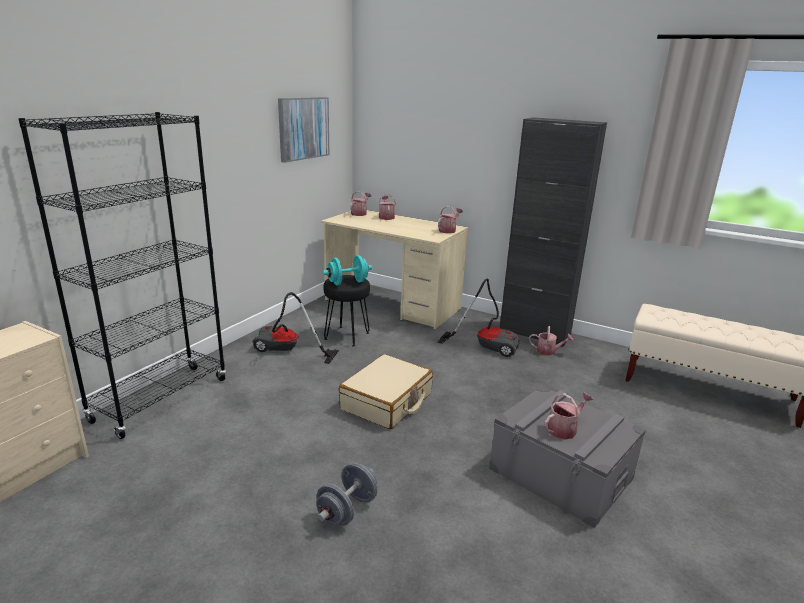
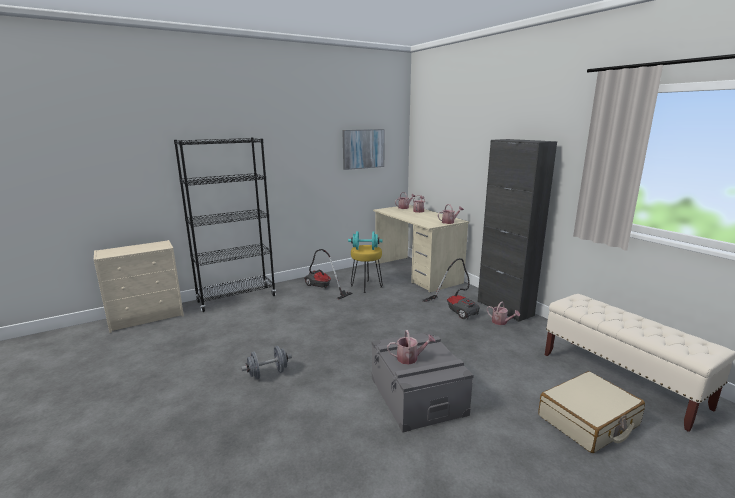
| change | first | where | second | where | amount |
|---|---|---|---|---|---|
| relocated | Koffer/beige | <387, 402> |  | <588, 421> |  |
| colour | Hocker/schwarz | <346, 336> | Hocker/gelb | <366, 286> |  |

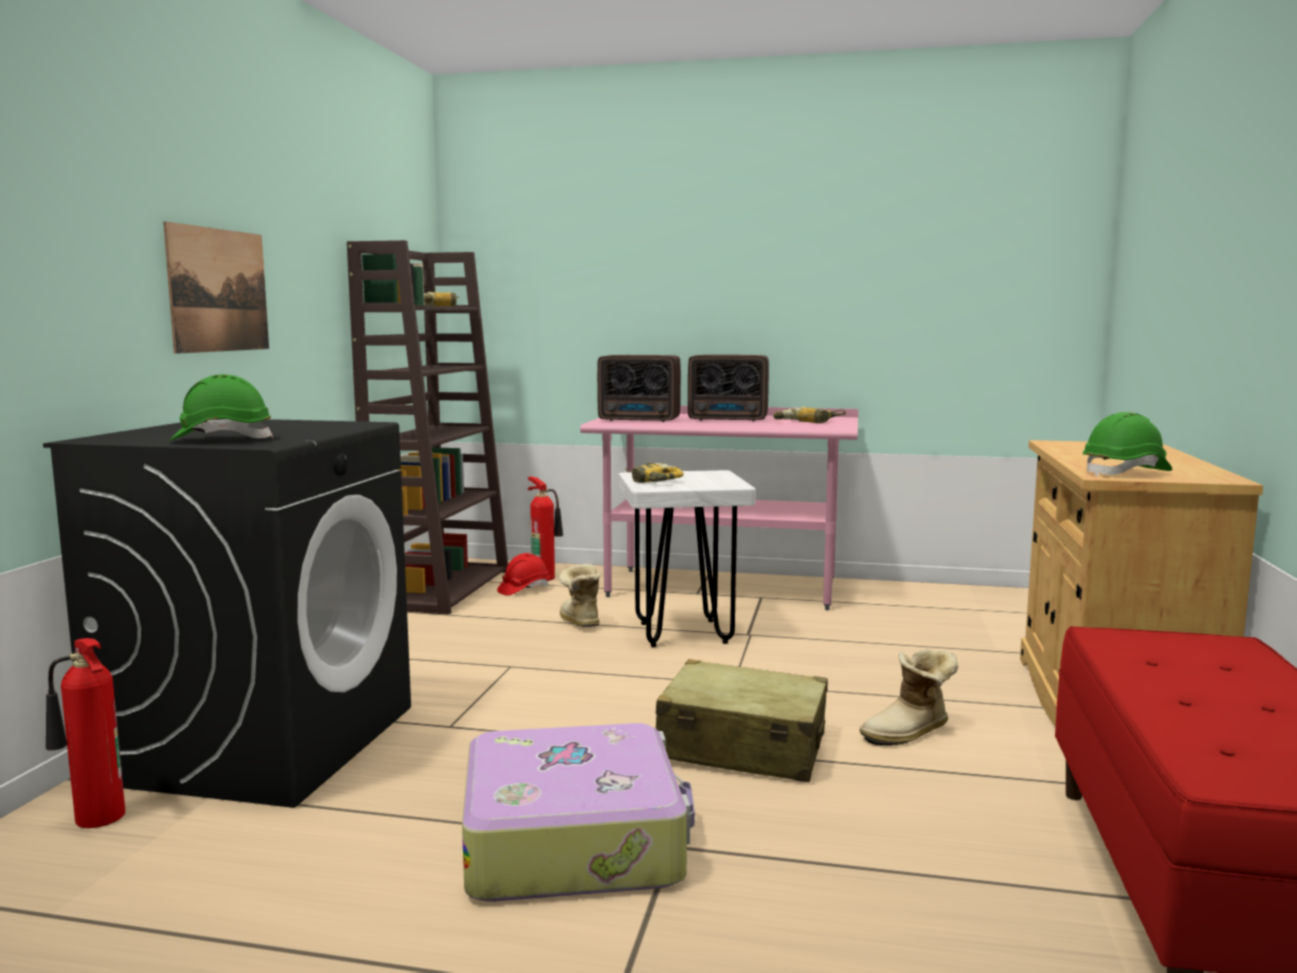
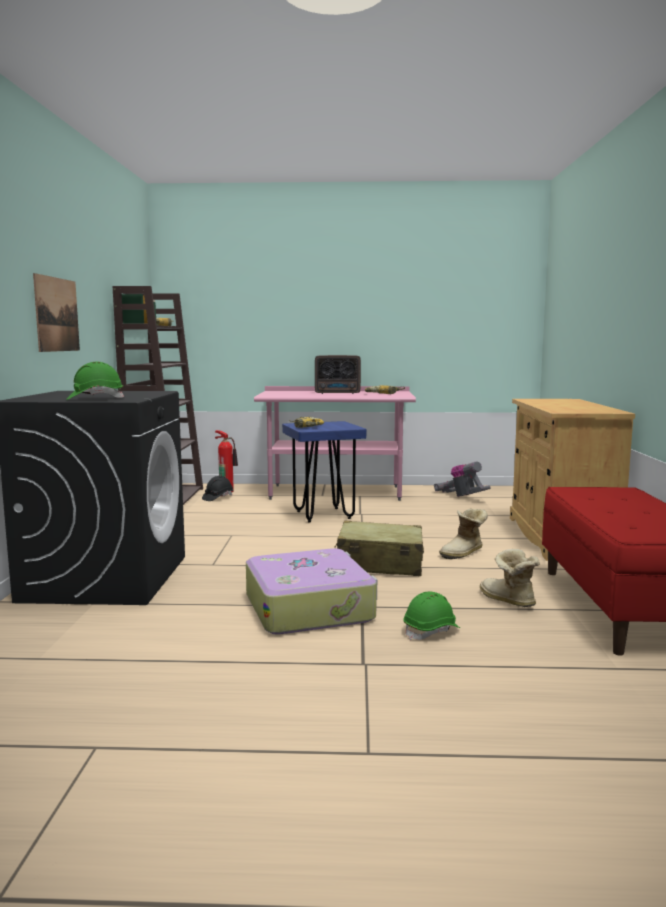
| change | first | where | second | where | amount |
|---|---|---|---|---|---|
| missing | Feuerlöscher | <96, 820> |  |  |  |
| missing | Radio | <641, 420> |  |  |  |
| appeared |  |  | Staubsauger | <461, 497> |  |
| relocated | Stiefel | <578, 622> |  | <506, 601> |  |
| relocated | Schutzhelm/grün | <1126, 473> |  | <431, 631> |  |
| colour | Schutzhelm/rot | <524, 589> | Schutzhelm/schwarz | <217, 498> |  |
| colour | Hocker/weiß | <682, 633> | Hocker/blau | <323, 515> |  |

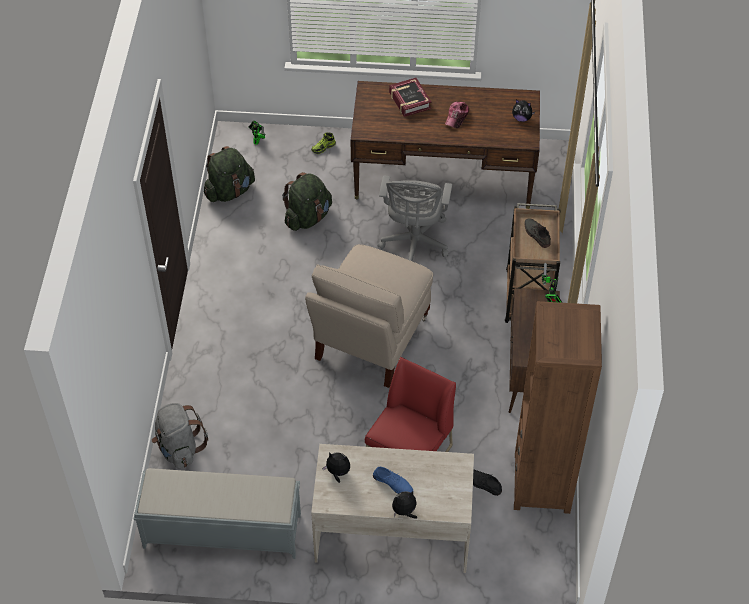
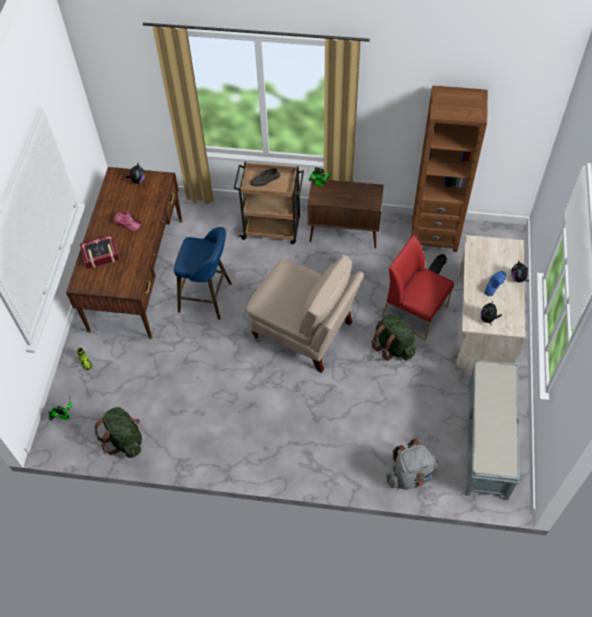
| change | first | where | second | where | amount |
|---|---|---|---|---|---|
| relocated | Rucksack/grün | <308, 217> |  | <393, 346> |  |
| exchanged | Bürostuhl/grau | <414, 244> | Hocker/blau | <208, 298> |  |

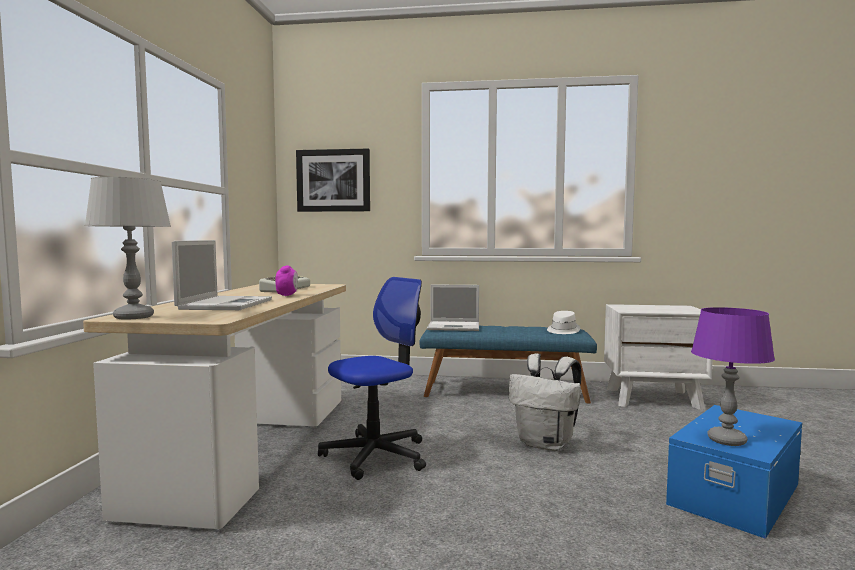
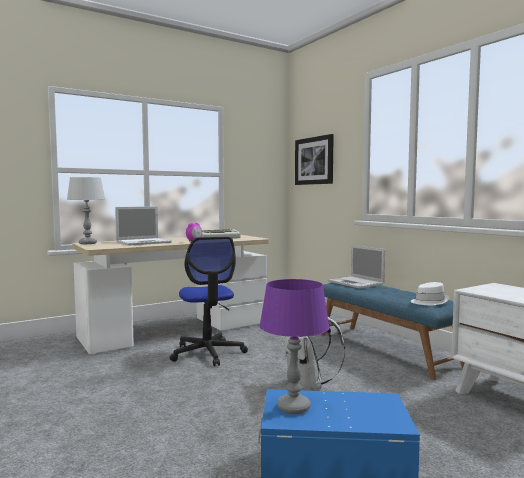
| change | first | where | second | where | amount |
|---|---|---|---|---|---|
| spun | Bürostuhl | <376, 455> |  | <208, 353> | 60 degrees clockwise |

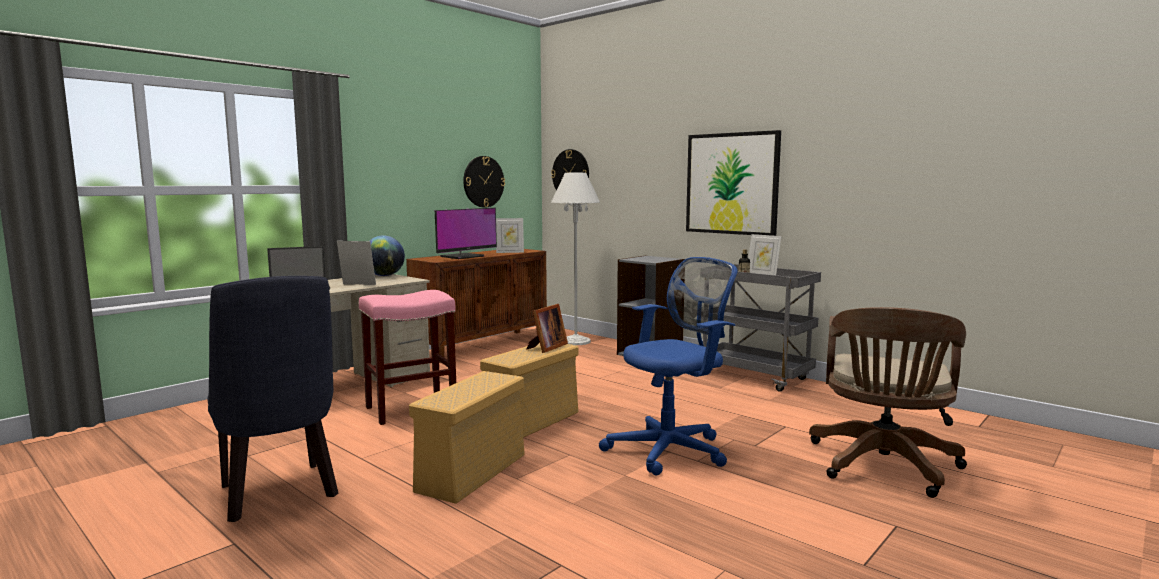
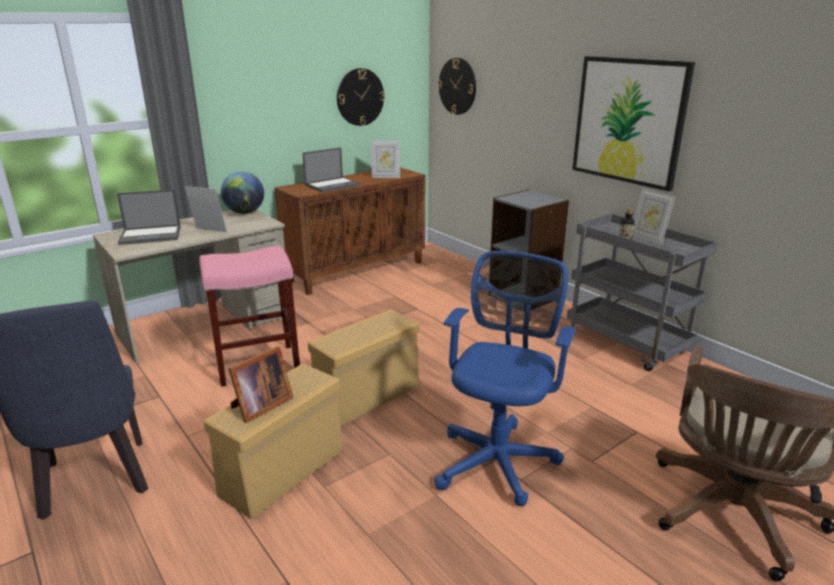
| change | first | where | second | where | amount |
|---|---|---|---|---|---|
| missing | Stehlampe/weiß | <575, 341> |  |  |  |
| relocated | Bilderrahmen | <546, 347> |  | <260, 406> |  |
| exchanged | Monitor | <463, 256> | Laptop | <333, 185> |  |
| spun | Bürostuhl/blau | <671, 450> |  | <498, 458> | 45 degrees counterclockwise |

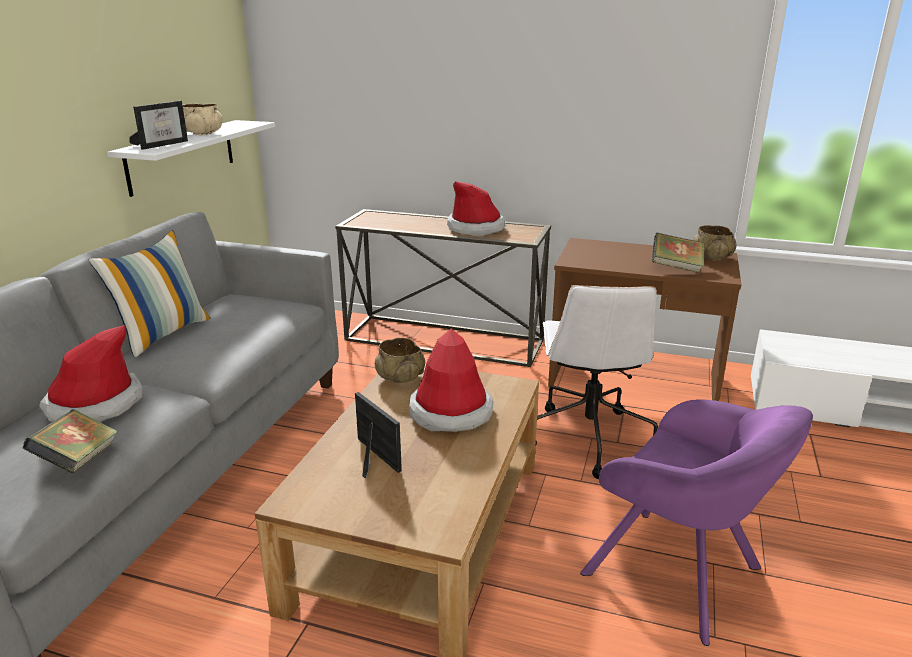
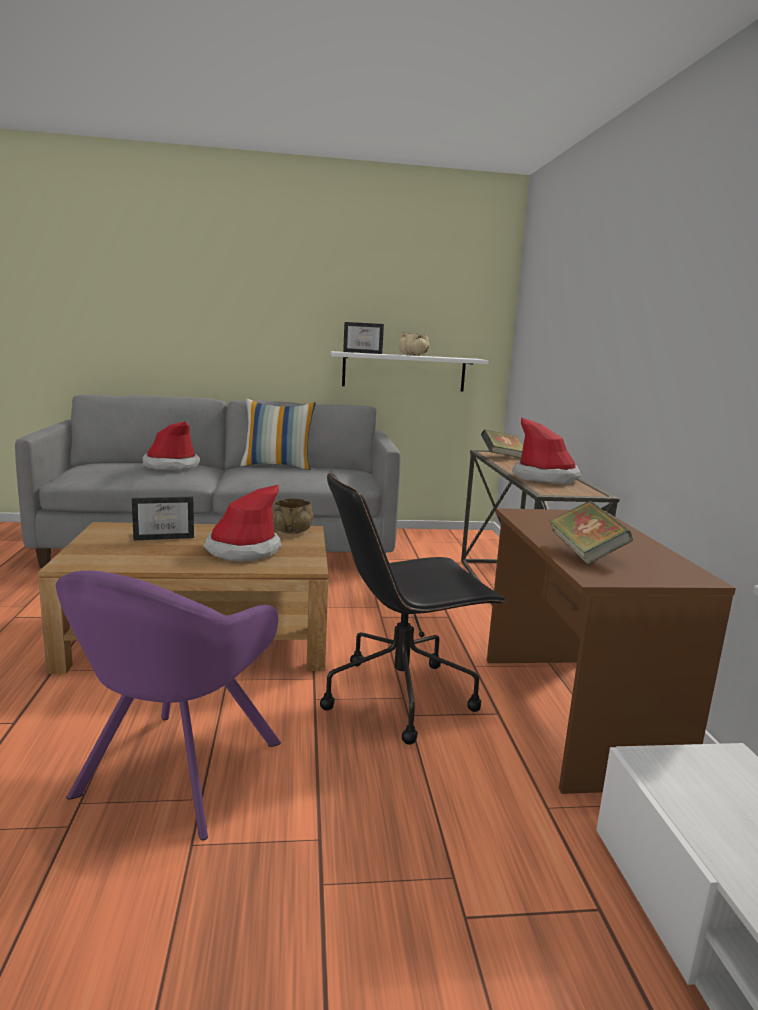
| change | first | where | second | where | amount |
|---|---|---|---|---|---|
| missing | Schüssel/beige | <711, 257> |  |  |  |
| relocated | Buch | <78, 460> |  | <502, 457> |  |
| colour | Bürostuhl/weiß | <588, 437> | Bürostuhl/schwarz | <401, 695> |  |
| spun | Bilderrahmen | <371, 456> |  | <165, 537> | 45 degrees clockwise |

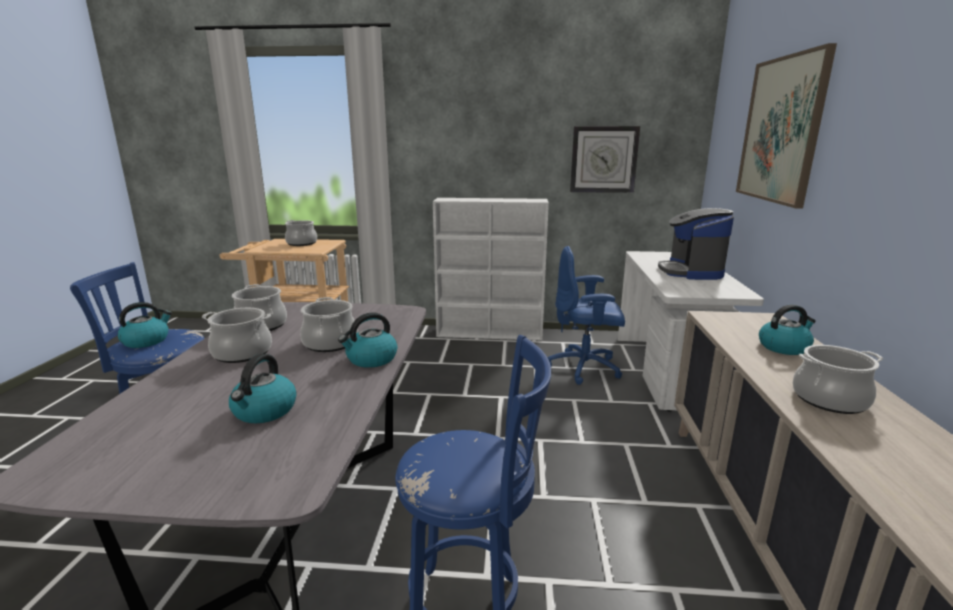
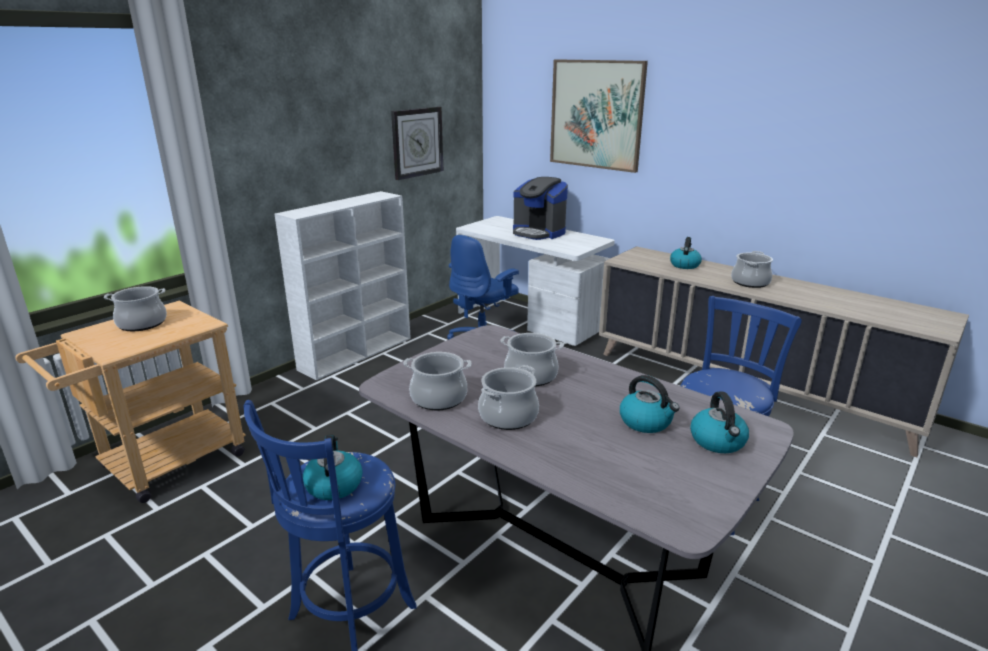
| change | first | where | second | where | amount |
|---|---|---|---|---|---|
| relocated | Wasserkessel | <371, 359> |  | <718, 441> |  |

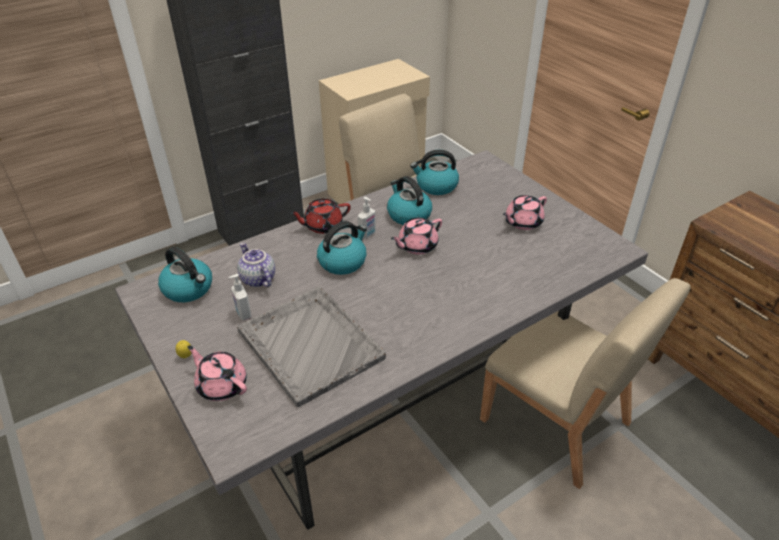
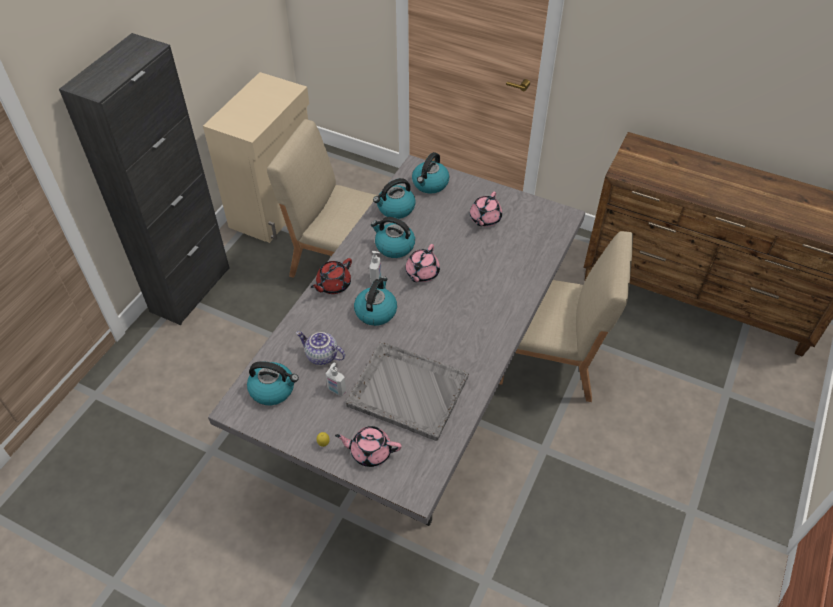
| change | first | where | second | where | amount |
|---|---|---|---|---|---|
| appeared |  |  | Wasserkessel | <430, 184> |  |

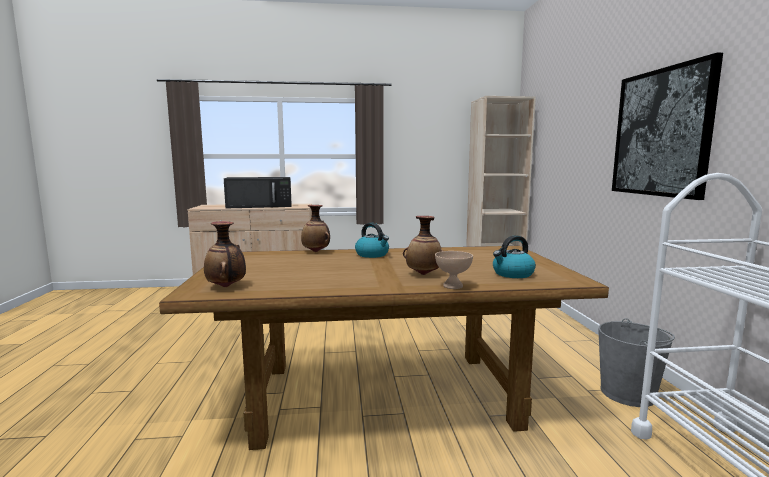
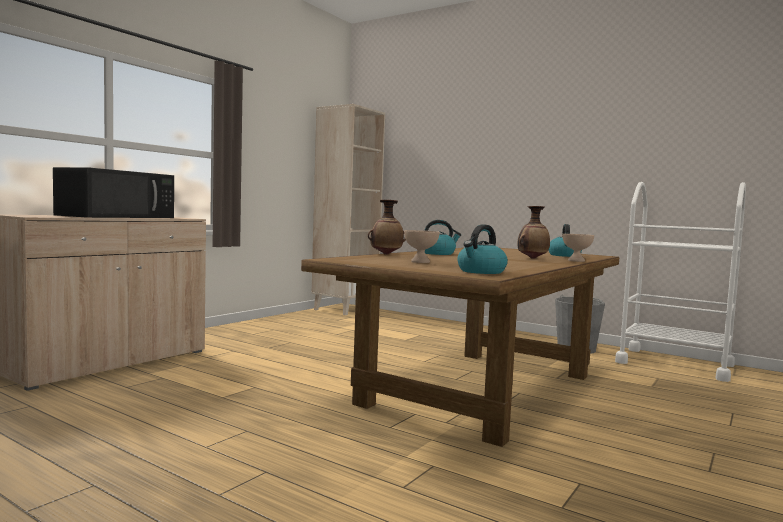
| change | first | where | second | where | amount |
|---|---|---|---|---|---|
| missing | Bild | <661, 133> |  |  |  |
| appeared |  |  | Schüssel/beige | <419, 262> |  |
| exchanged | Vase | <226, 286> | Wasserkessel | <481, 271> |  |

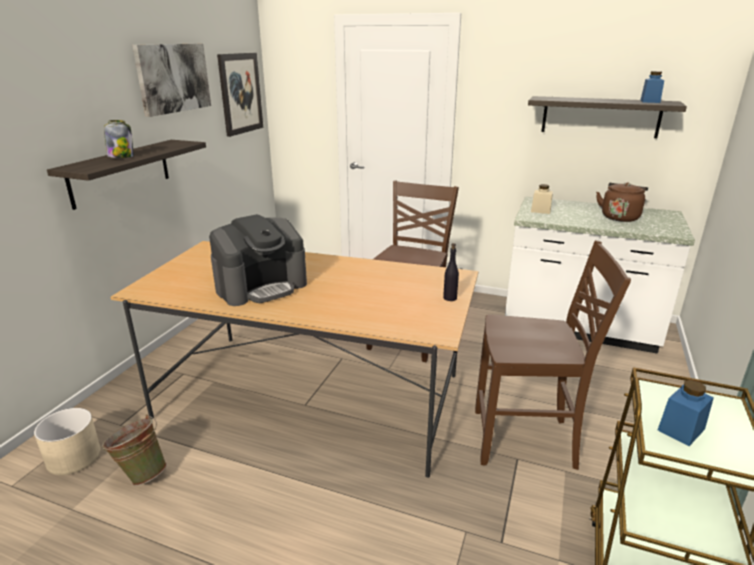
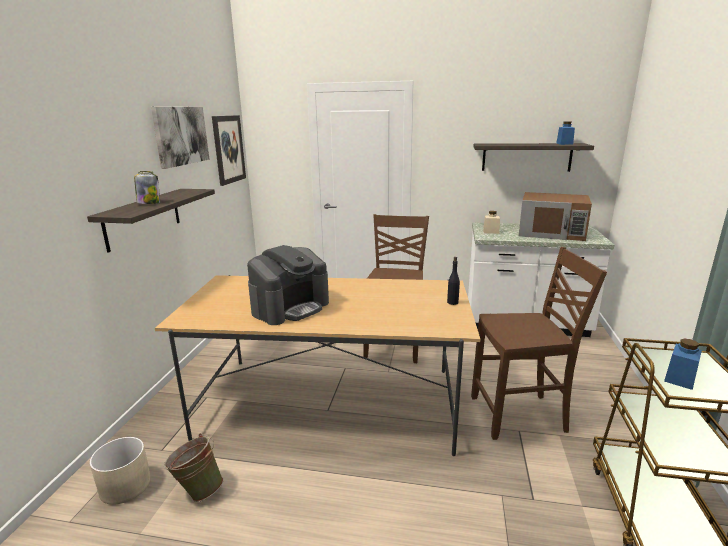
| change | first | where | second | where | amount |
|---|---|---|---|---|---|
| exchanged | Wasserkessel/braun | <620, 217> | Mikrowelle/braun | <552, 232> |  |

